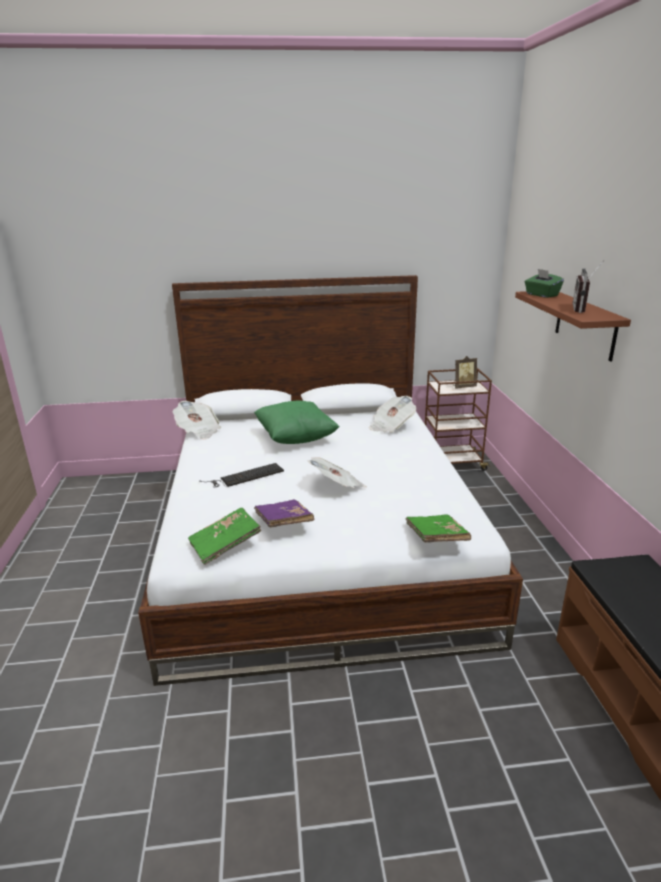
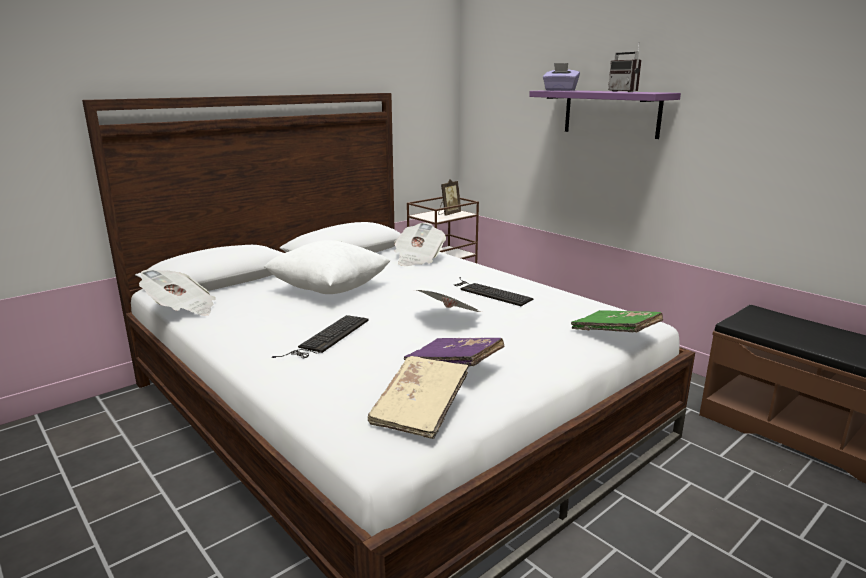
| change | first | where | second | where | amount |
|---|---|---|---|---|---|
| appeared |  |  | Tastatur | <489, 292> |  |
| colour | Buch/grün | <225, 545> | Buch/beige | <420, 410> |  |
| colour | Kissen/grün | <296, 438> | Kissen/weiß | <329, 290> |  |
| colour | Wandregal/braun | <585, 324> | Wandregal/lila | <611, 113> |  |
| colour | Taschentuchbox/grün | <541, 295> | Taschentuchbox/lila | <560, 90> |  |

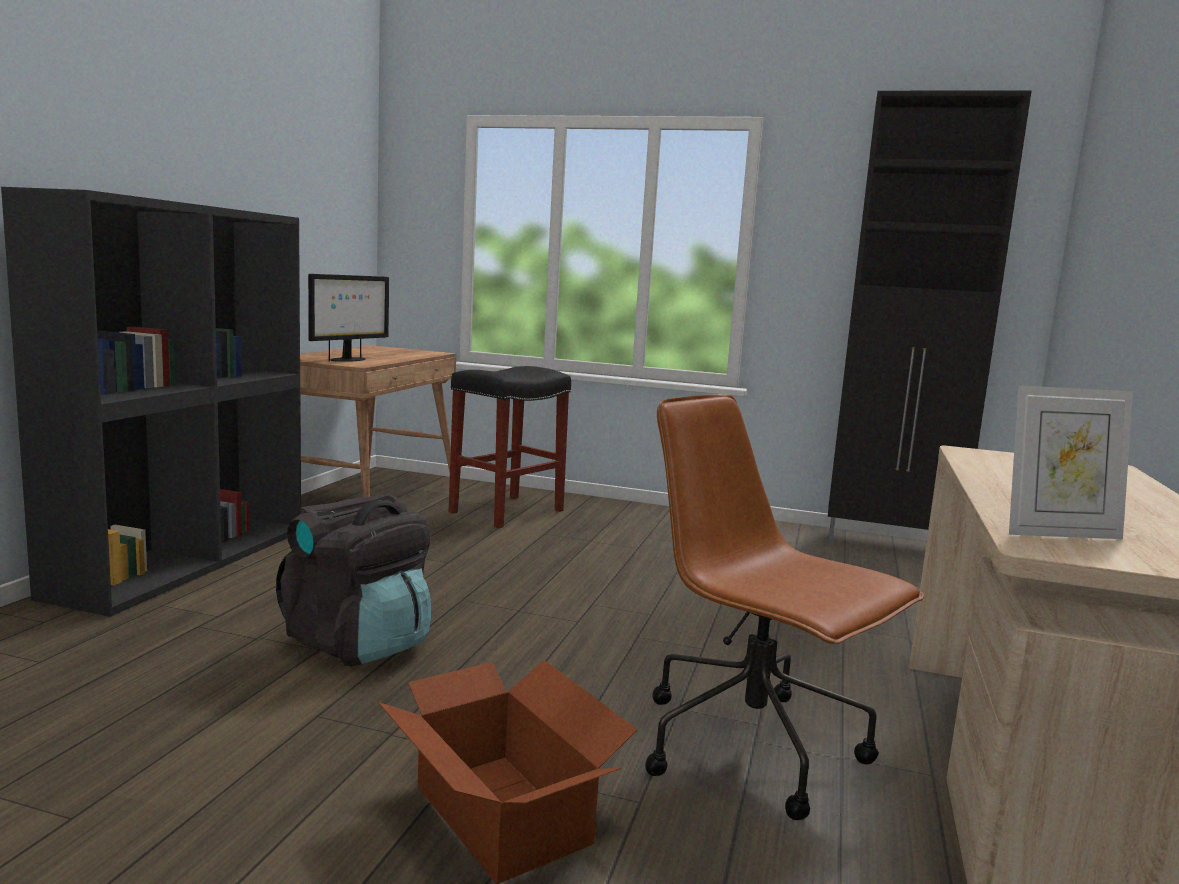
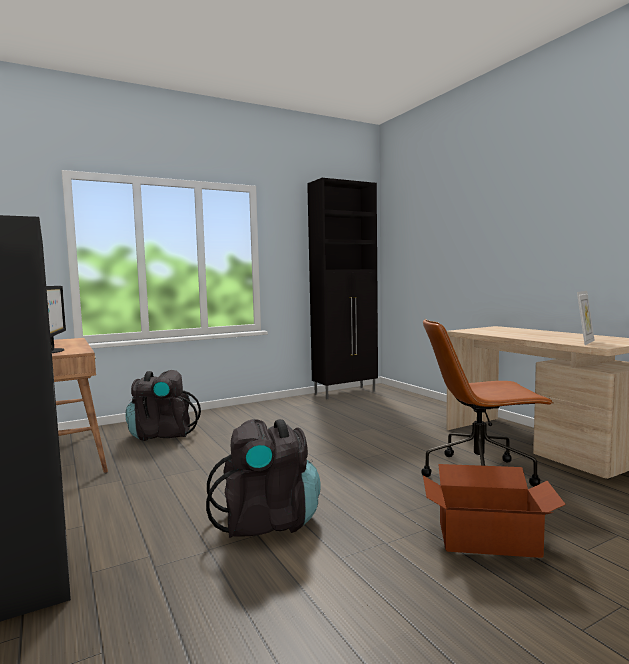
| change | first | where | second | where | amount |
|---|---|---|---|---|---|
| exchanged | Hocker/schwarz | <506, 512> | Rucksack/schwarz | <162, 434> |  |

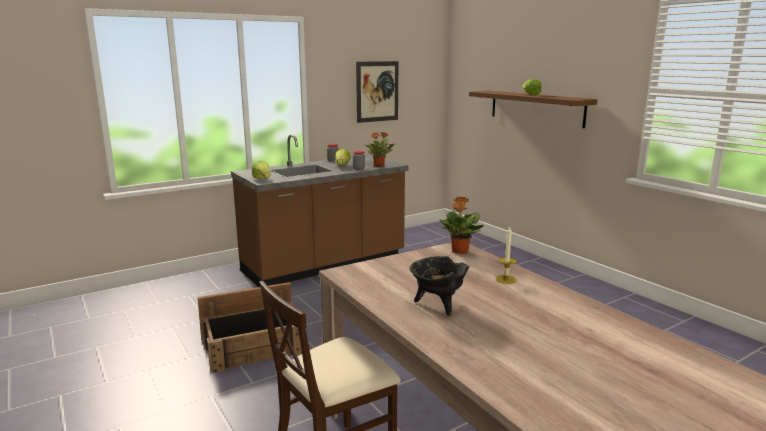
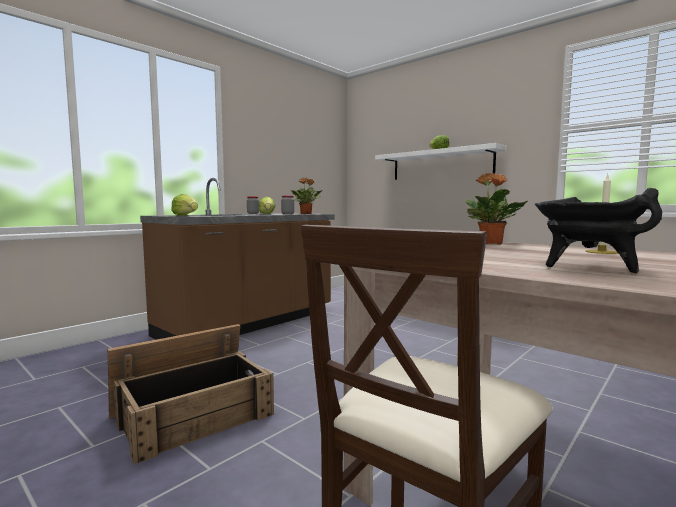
| change | first | where | second | where | amount |
|---|---|---|---|---|---|
| missing | Bild | <377, 91> |  |  |  |
| colour | Wandregal/braun | <536, 108> | Wandregal/weiß | <441, 164> |  |

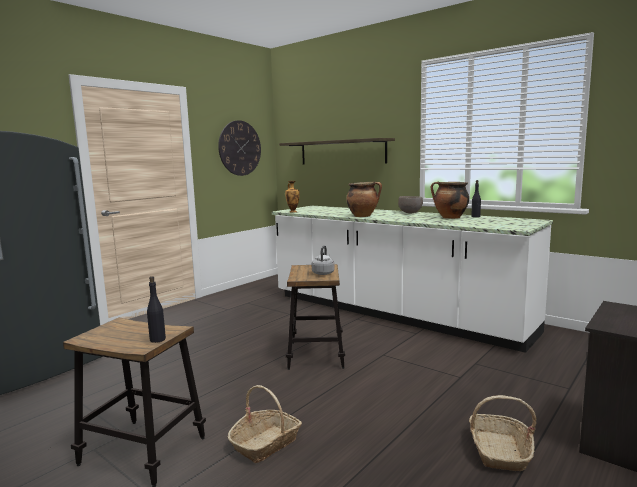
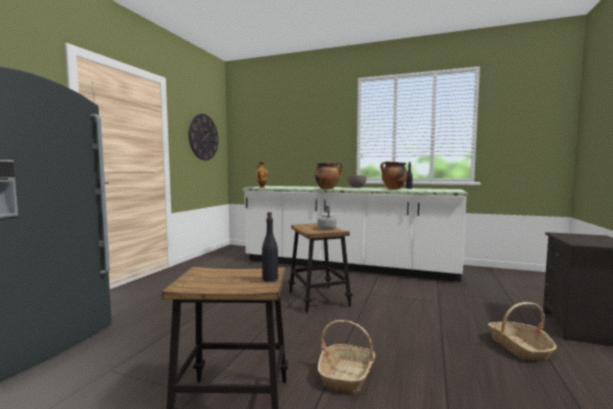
| change | first | where | second | where | amount |
|---|---|---|---|---|---|
| missing | Wandregal | <342, 152> |  |  |  |

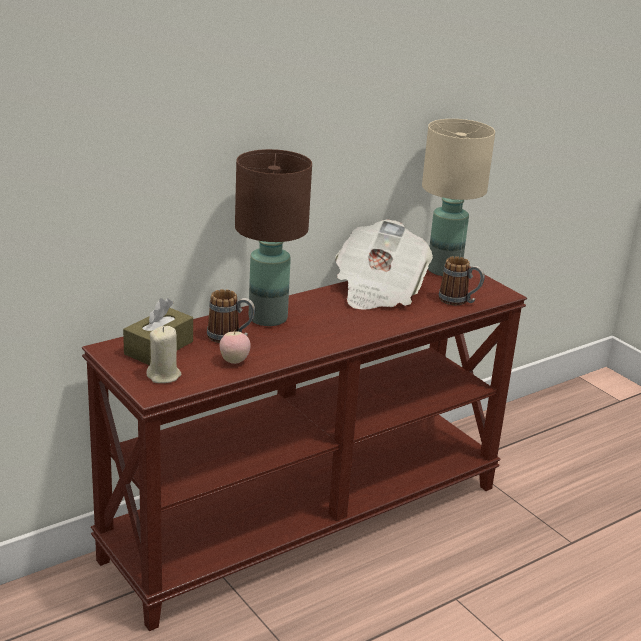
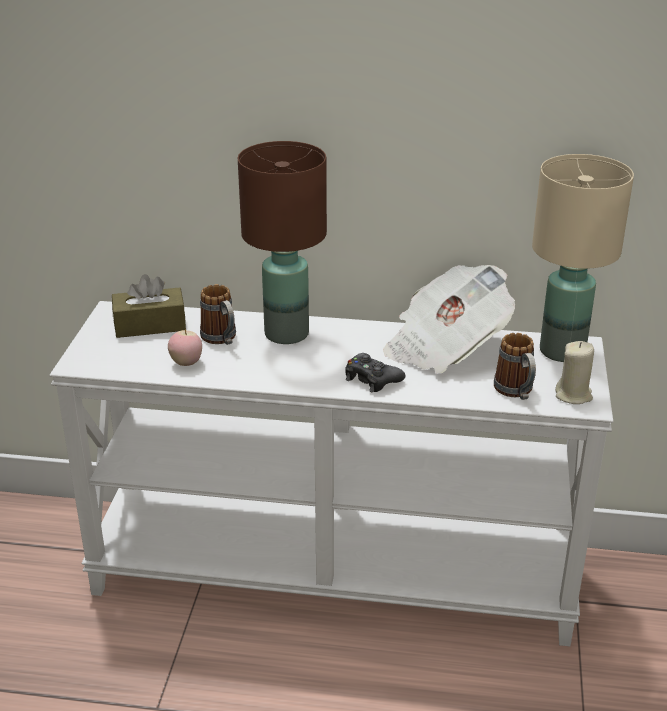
| change | first | where | second | where | amount |
|---|---|---|---|---|---|
| appeared |  |  | Gamepad/schwarz | <372, 379> |  |
| relocated | Kerze/beige | <164, 376> |  | <573, 395> |  |
| colour | Konsolentisch/braun | <306, 520> | Konsolentisch/weiß | <335, 572> |  |

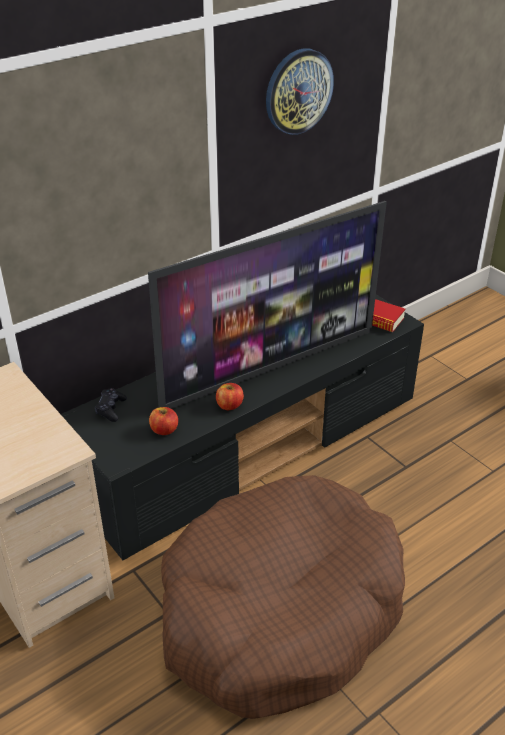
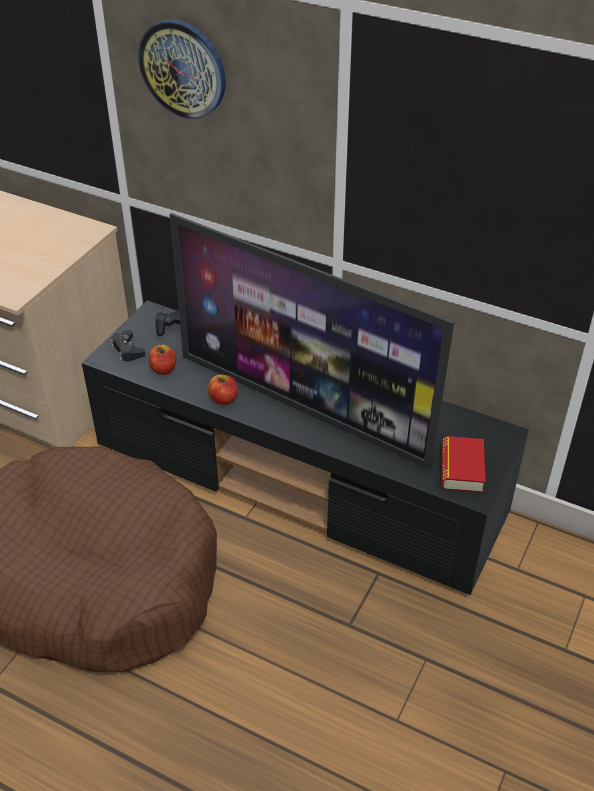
| change | first | where | second | where | amount |
|---|---|---|---|---|---|
| appeared |  |  | Gamepad/schwarz | <127, 350> |  |
| relocated | Wanduhr | <298, 91> |  | <183, 69> |  |

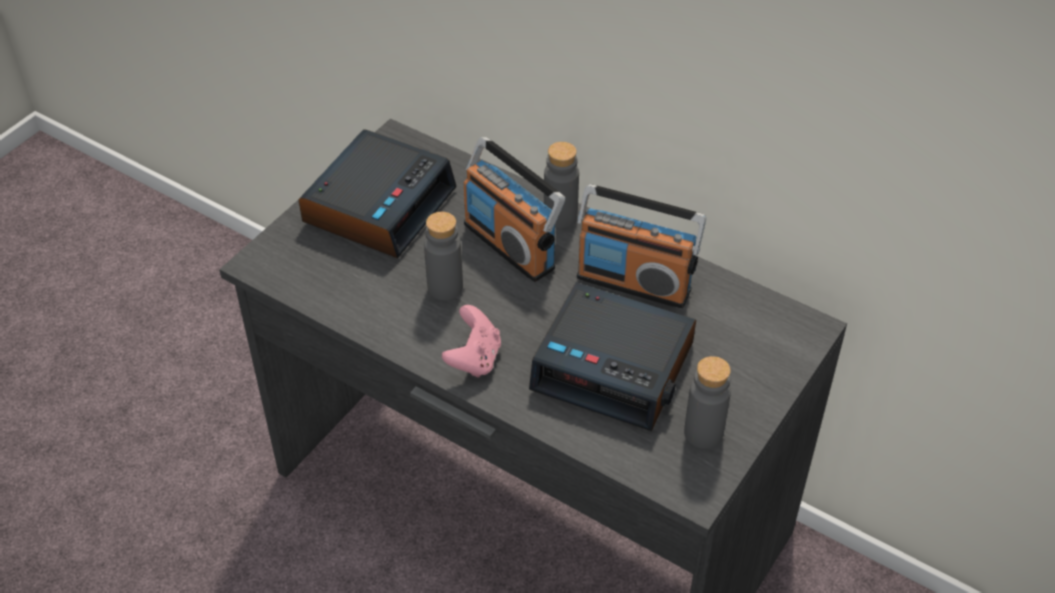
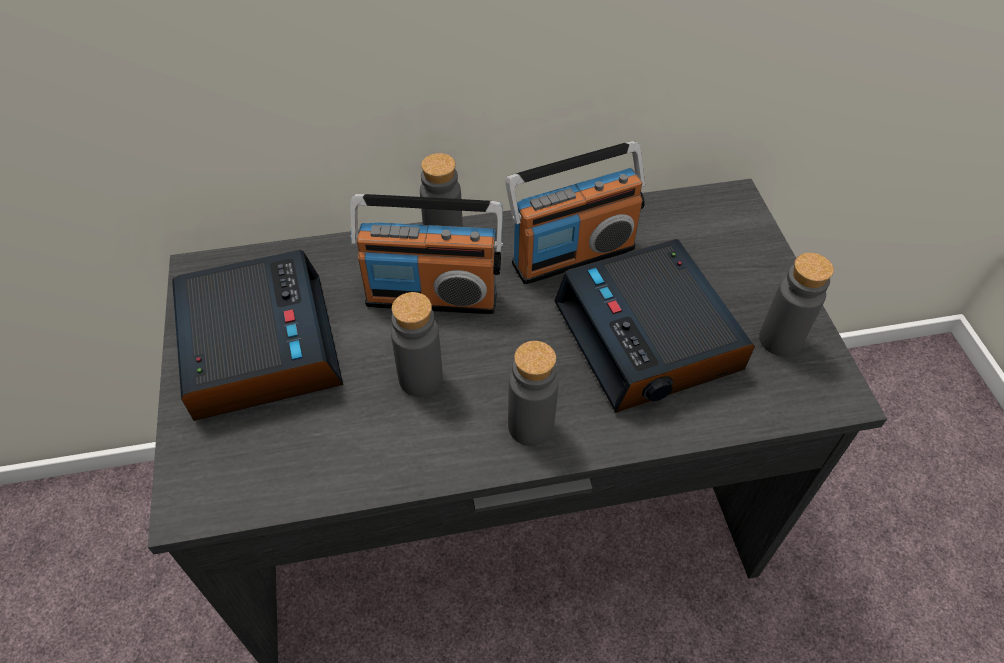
| change | first | where | second | where | amount |
|---|---|---|---|---|---|
| exchanged | Gamepad/rosa | <474, 359> | Flasche/grau | <530, 426> |  |
| spun | Wecker | <614, 367> |  | <649, 338> | 90 degrees clockwise |

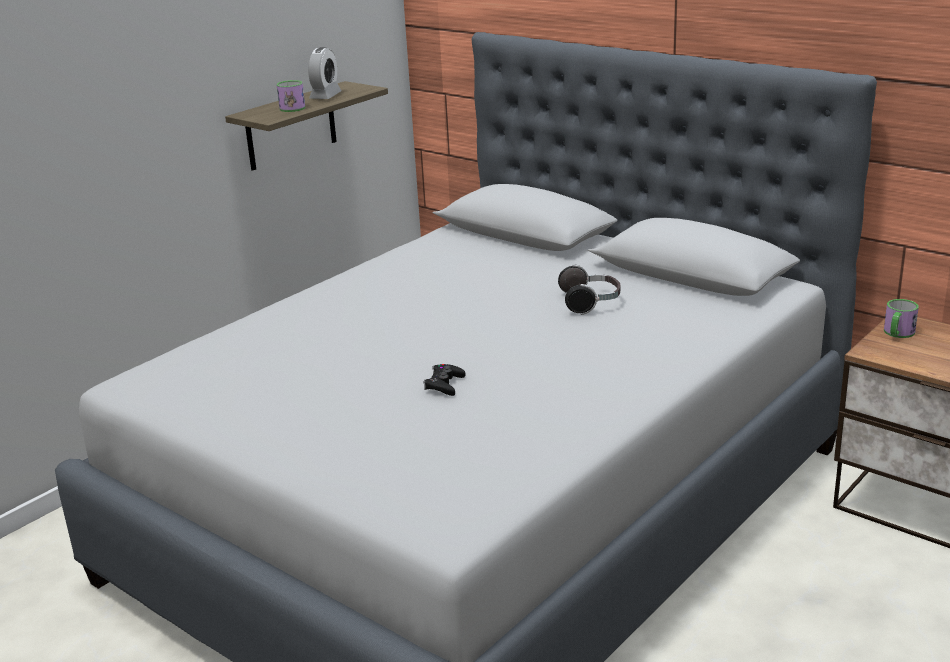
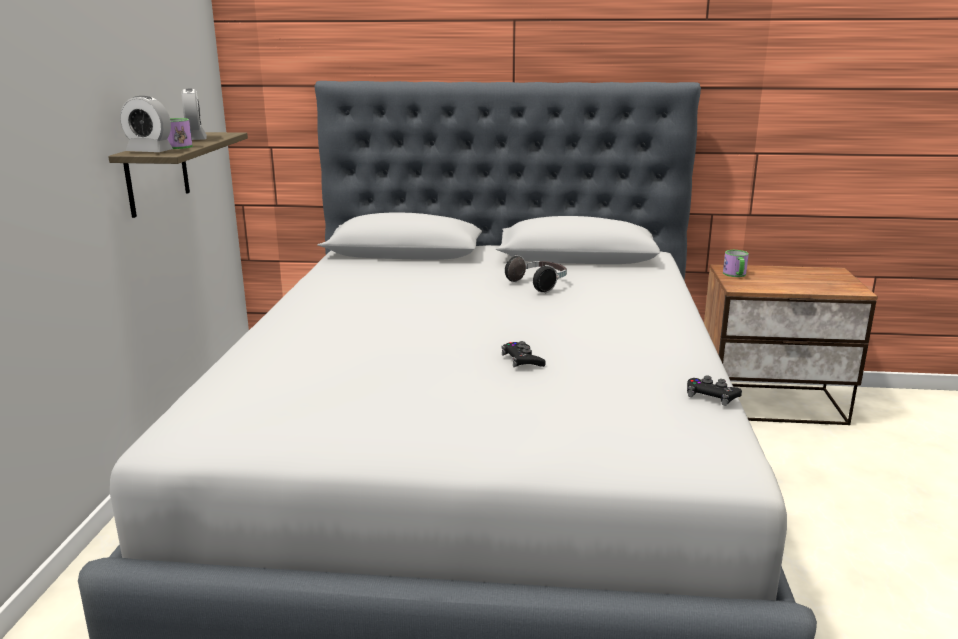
| change | first | where | second | where | amount |
|---|---|---|---|---|---|
| appeared |  |  | Wecker | <150, 151> |  |
| appeared |  |  | Gamepad/schwarz | <712, 396> |  |

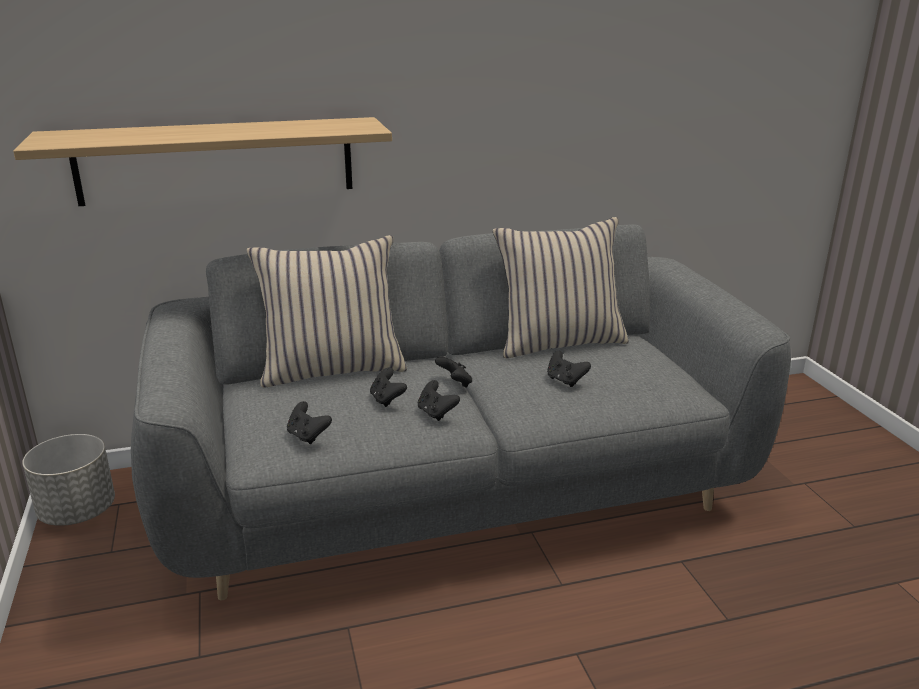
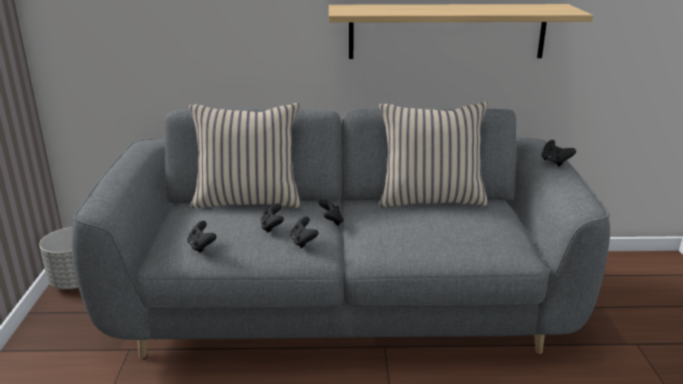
| change | first | where | second | where | amount |
|---|---|---|---|---|---|
| relocated | Wandregal | <216, 160> |  | <447, 31> |  |
| relocated | Gamepad/schwarz | <565, 381> |  | <555, 162> |  |

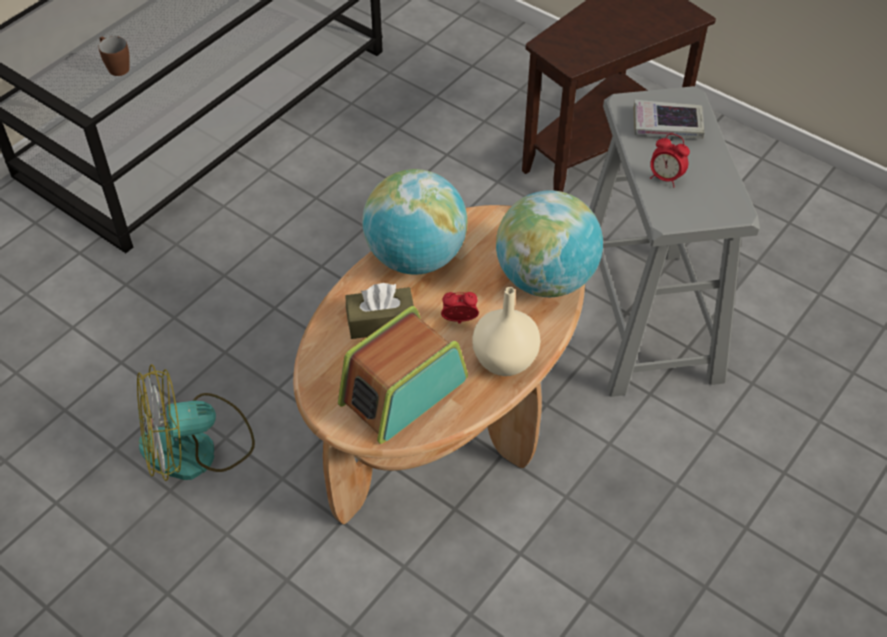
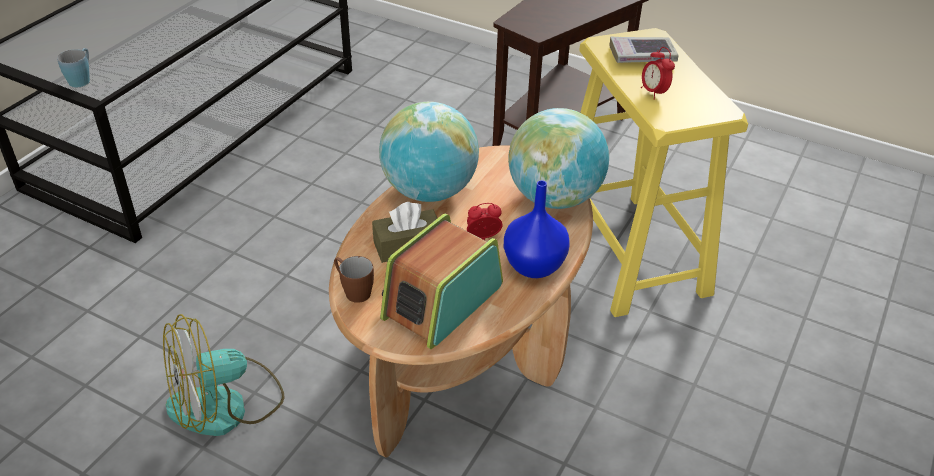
| change | first | where | second | where | amount |
|---|---|---|---|---|---|
| appeared |  |  | Henkelbecher/blau | <82, 79> |  |
| relocated | Henkelbecher/braun | <116, 66> |  | <353, 290> |  |
| colour | Vase/beige | <504, 361> | Vase/blau | <534, 267> |  |
| colour | Hocker/grau | <645, 321> | Hocker/gelb | <629, 254> |  |
| spun | Wecker | <665, 178> |  | <654, 92> | 45 degrees clockwise |

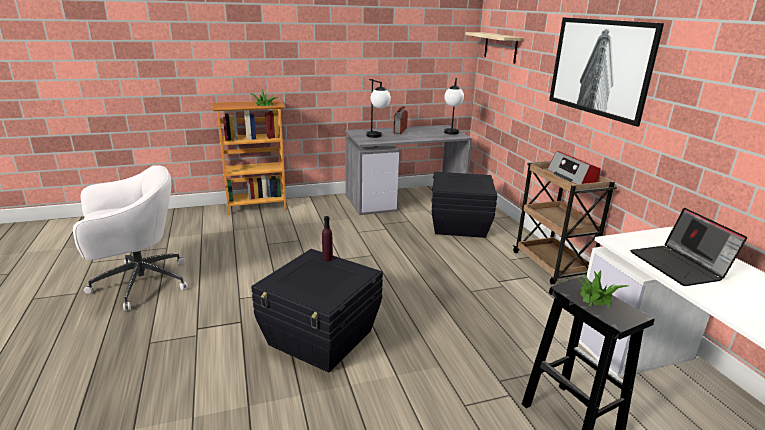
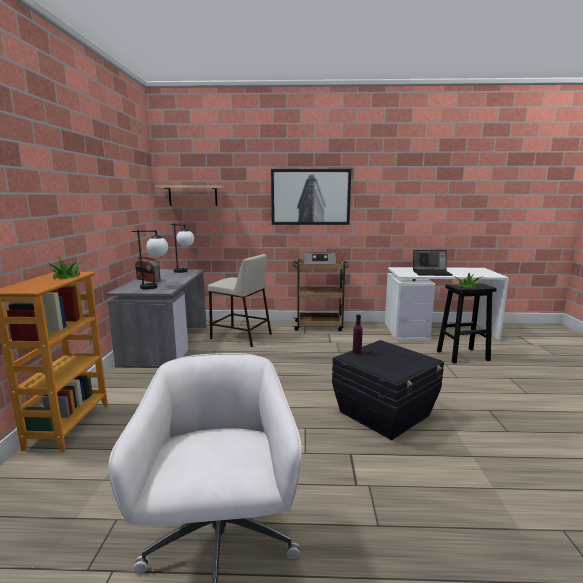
| change | first | where | second | where | amount |
|---|---|---|---|---|---|
| exchanged | Aufbewahrungsbox/schwarz | <458, 225> | Hocker/beige | <240, 336> |  |

